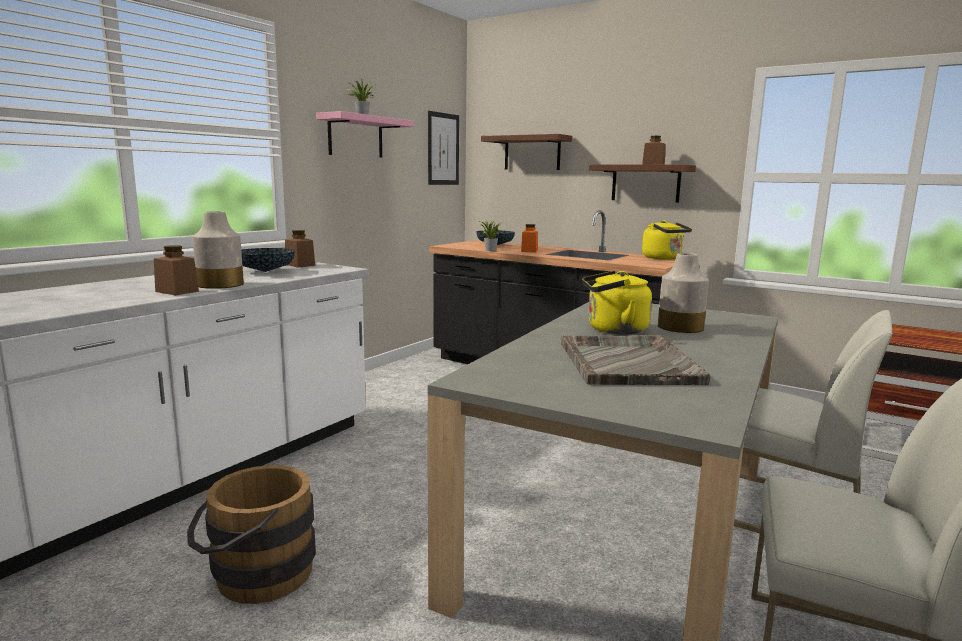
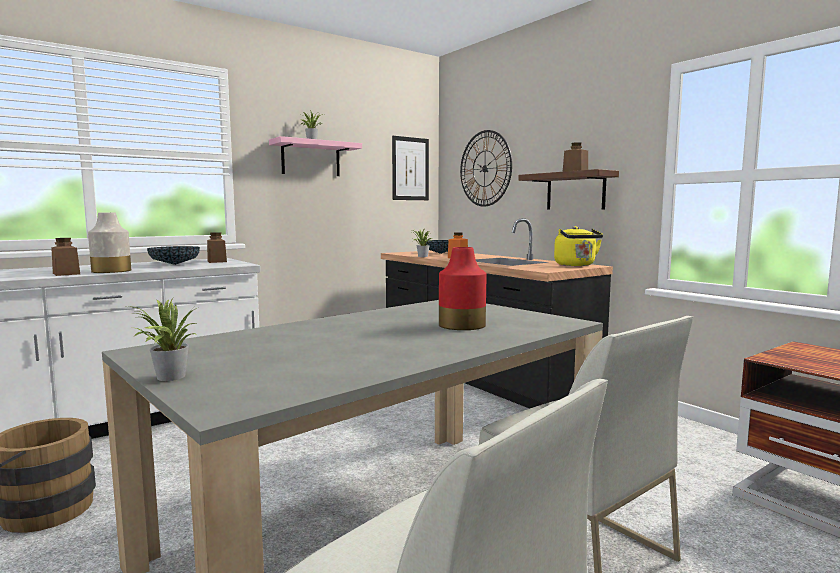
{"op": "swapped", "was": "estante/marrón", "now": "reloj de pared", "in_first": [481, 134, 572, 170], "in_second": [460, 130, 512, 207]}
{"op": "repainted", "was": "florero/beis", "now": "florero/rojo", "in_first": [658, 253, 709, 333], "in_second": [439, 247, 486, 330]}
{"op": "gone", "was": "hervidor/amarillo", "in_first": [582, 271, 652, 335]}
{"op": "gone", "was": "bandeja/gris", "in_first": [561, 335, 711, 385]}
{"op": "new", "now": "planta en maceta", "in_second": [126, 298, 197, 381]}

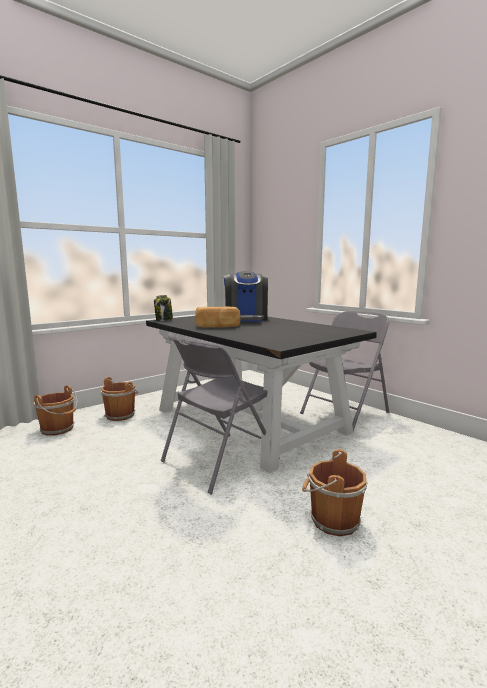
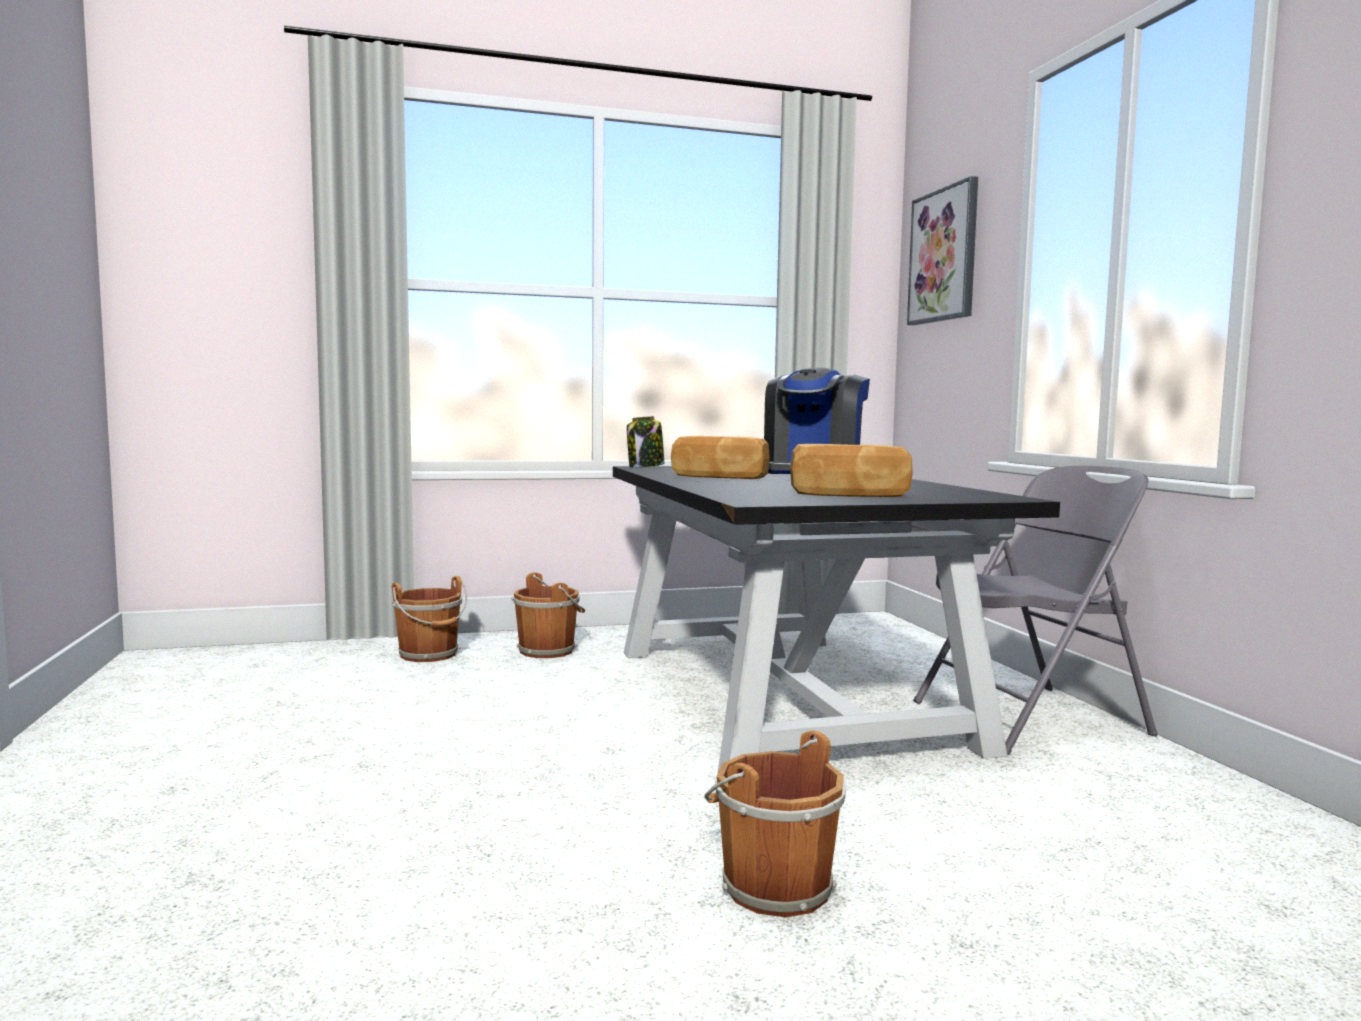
{"op": "gone", "was": "silla/gris", "in_first": [161, 333, 280, 495]}
{"op": "new", "now": "cuadro", "in_second": [907, 176, 978, 325]}
{"op": "new", "now": "pan", "in_second": [790, 444, 913, 497]}

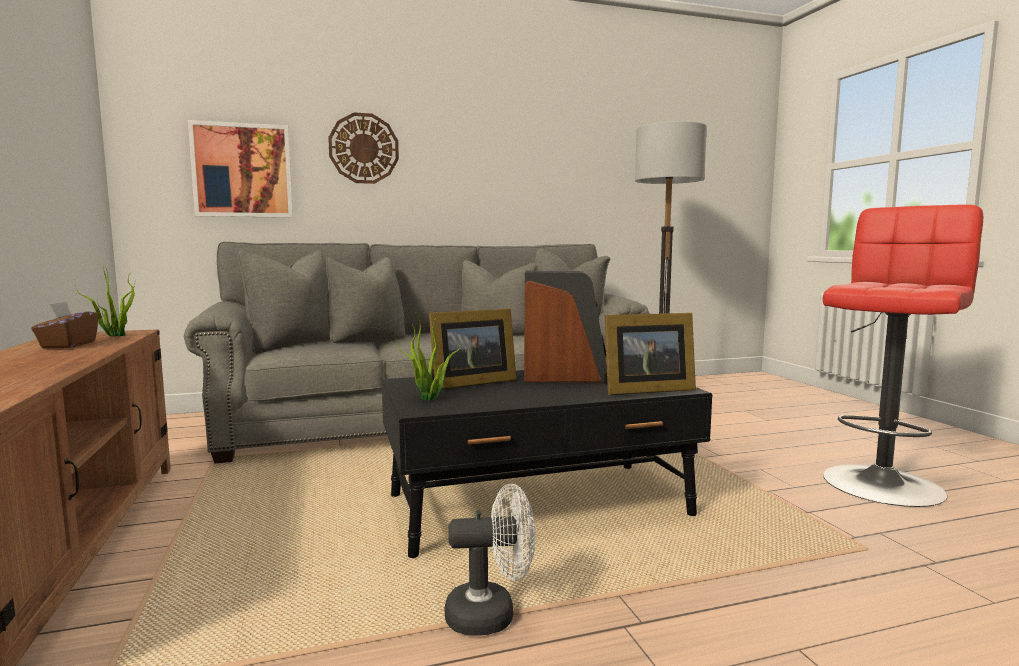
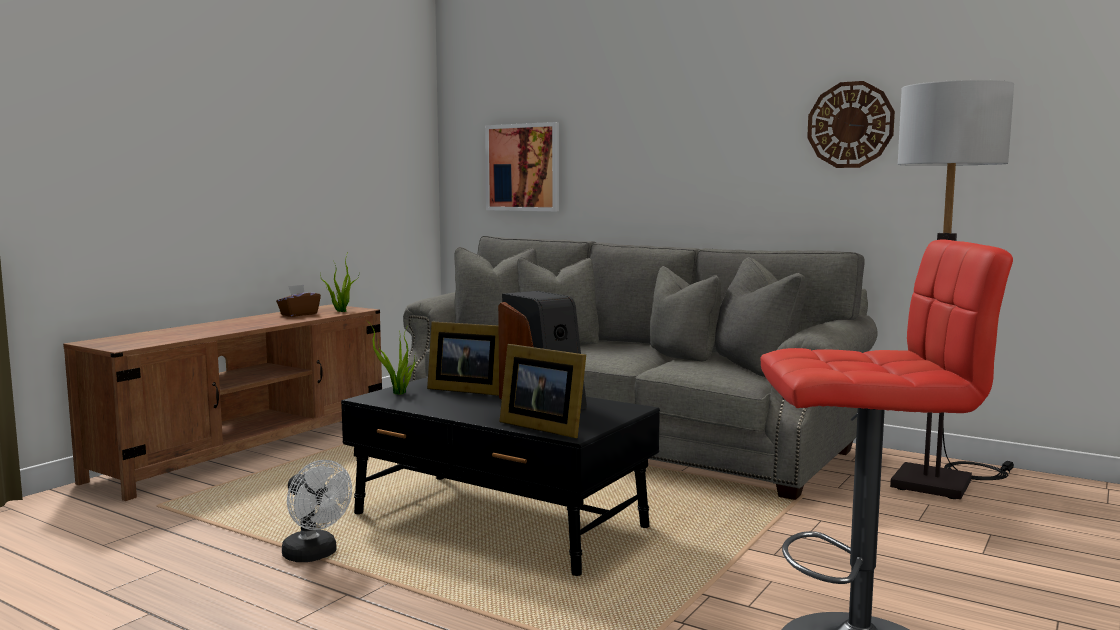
{"op": "shifted", "was": "reloj de pared", "in_first": [328, 112, 399, 184], "in_second": [807, 81, 895, 168]}

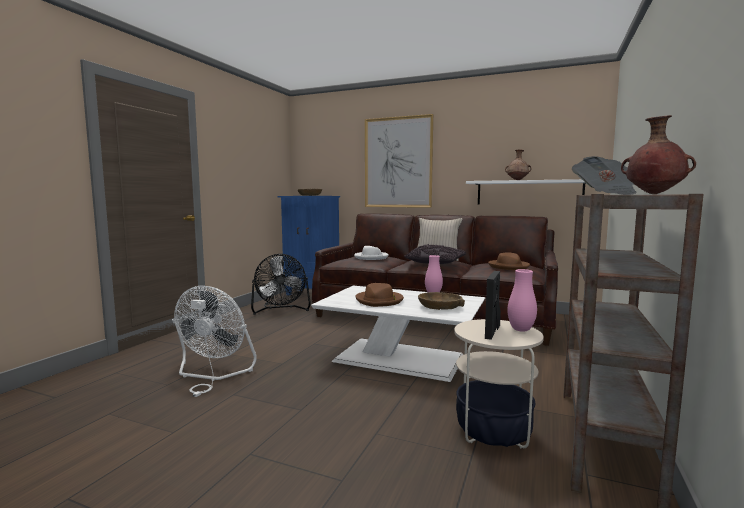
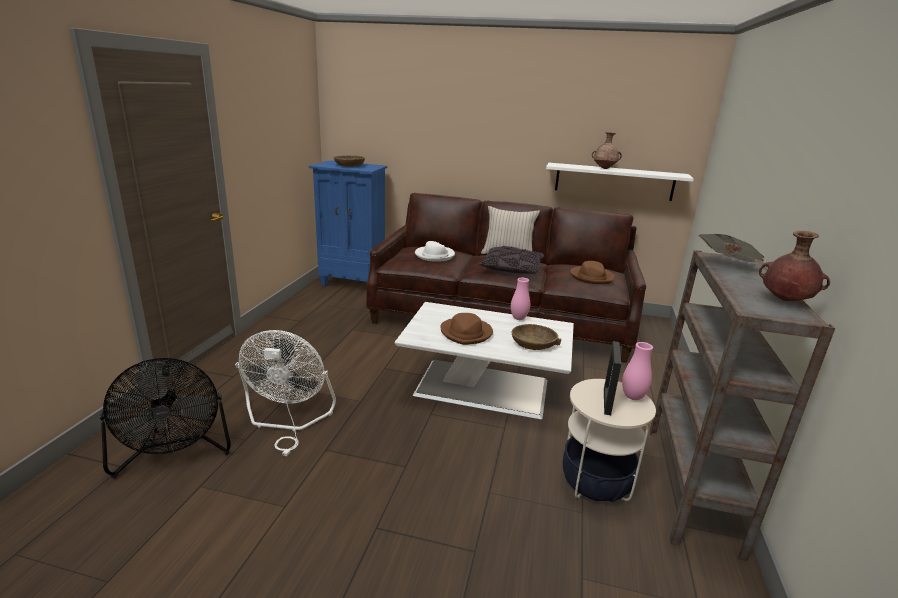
{"op": "gone", "was": "cuadro", "in_first": [365, 114, 433, 208]}
{"op": "shifted", "was": "ventilador/negro", "in_first": [251, 254, 311, 315], "in_second": [100, 358, 231, 479]}

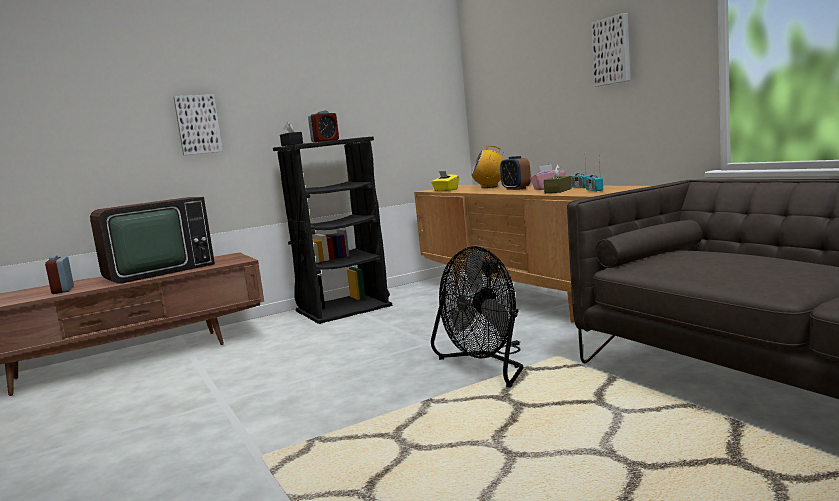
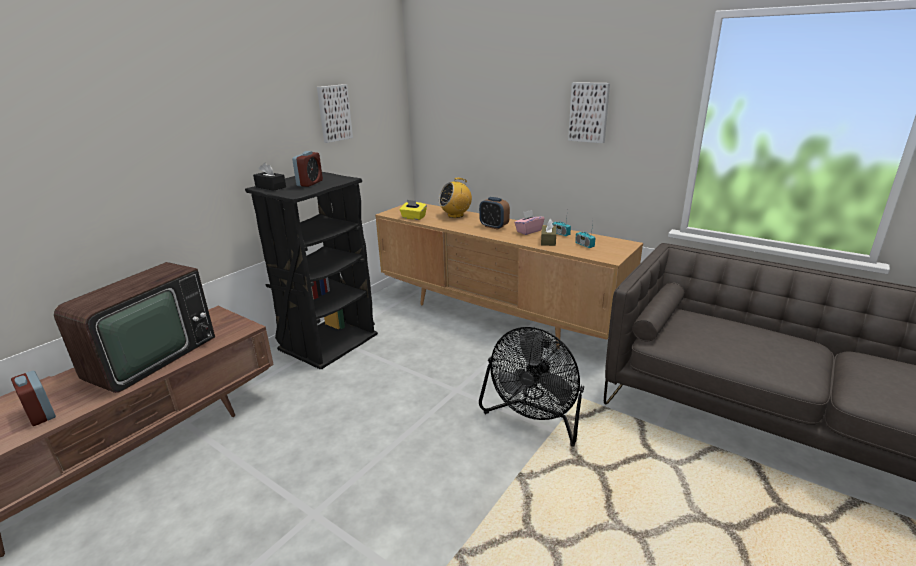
{"op": "shifted", "was": "cuadro", "in_first": [173, 94, 223, 155], "in_second": [317, 84, 353, 143]}

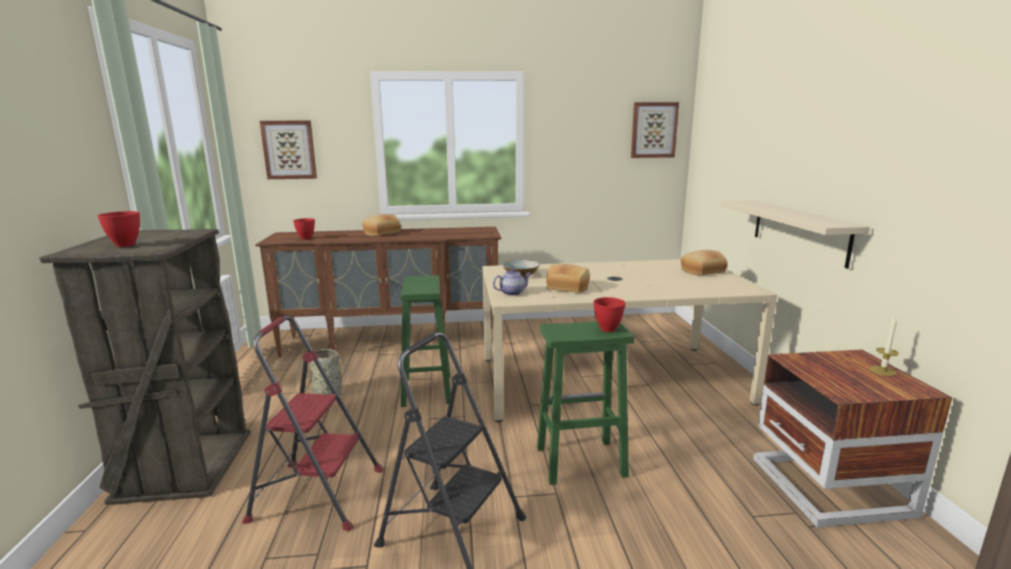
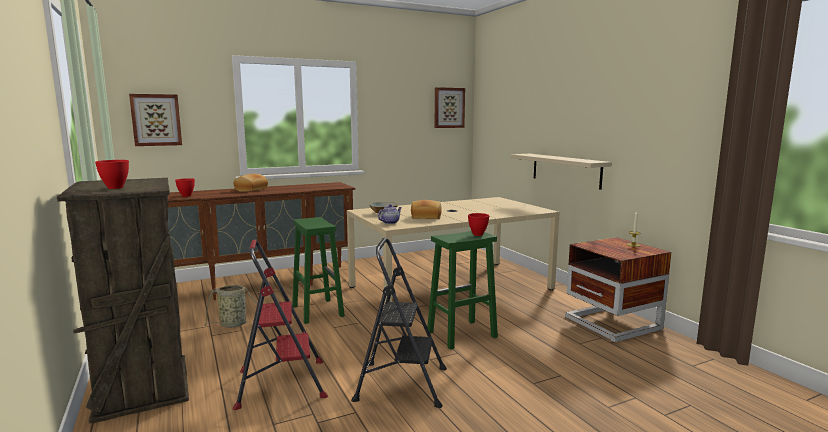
{"op": "gone", "was": "pan", "in_first": [681, 250, 728, 275]}

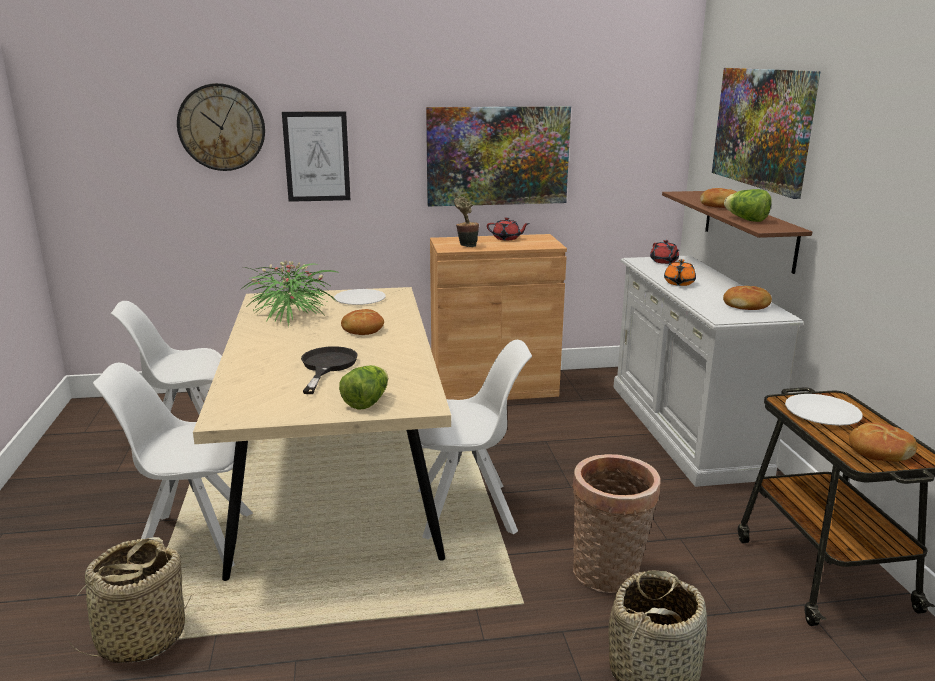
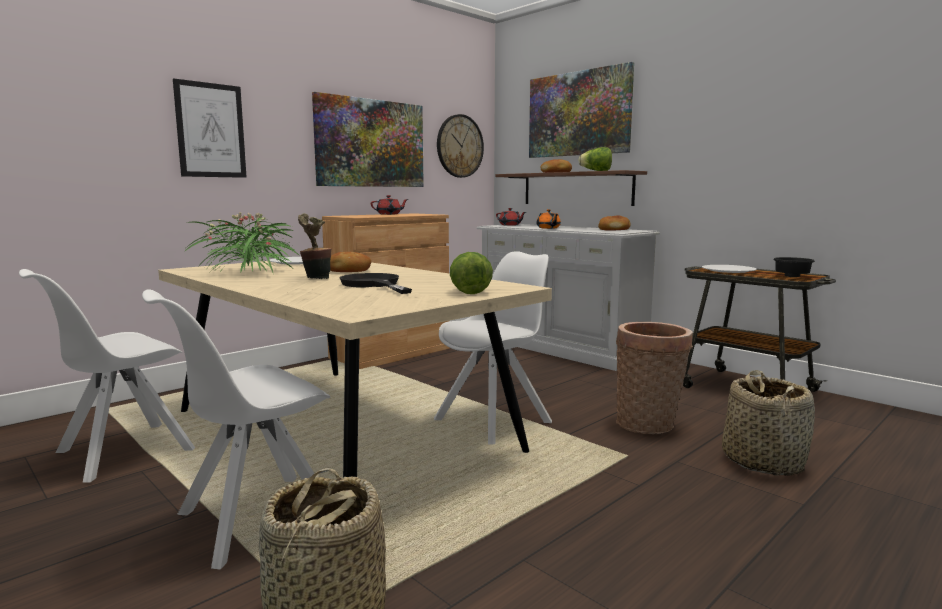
{"op": "shifted", "was": "reloj de pared", "in_first": [177, 83, 265, 171], "in_second": [437, 114, 484, 178]}
{"op": "shifted", "was": "planta en maceta", "in_first": [454, 196, 479, 247], "in_second": [298, 213, 331, 279]}
{"op": "swapped", "was": "pan", "now": "cuenco/negro", "in_first": [849, 422, 917, 462], "in_second": [773, 257, 815, 277]}

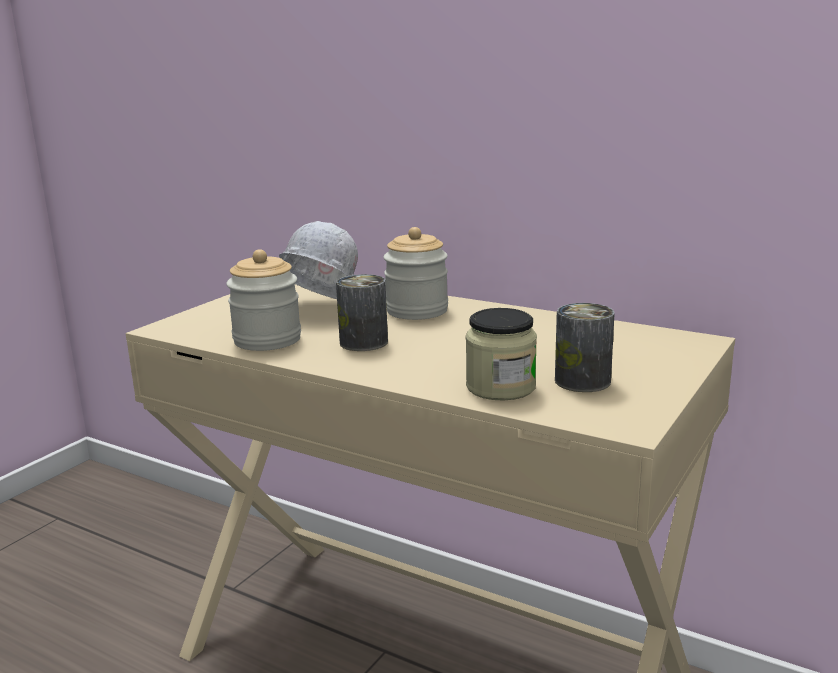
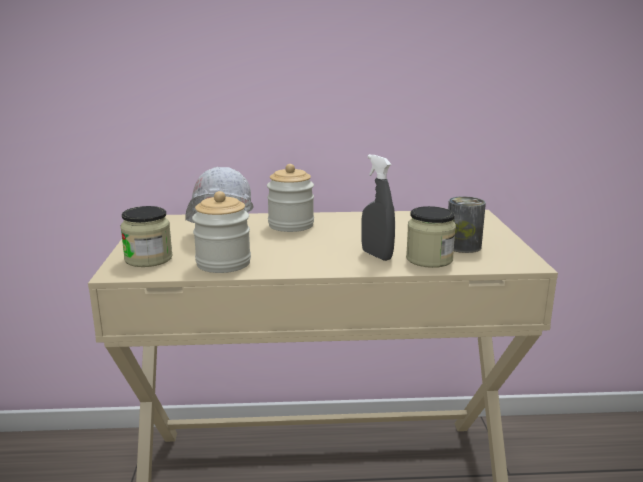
{"op": "gone", "was": "lata", "in_first": [336, 274, 388, 351]}
{"op": "new", "now": "pulverizador/gris", "in_second": [361, 154, 395, 261]}
{"op": "new", "now": "tarro", "in_second": [120, 206, 173, 267]}

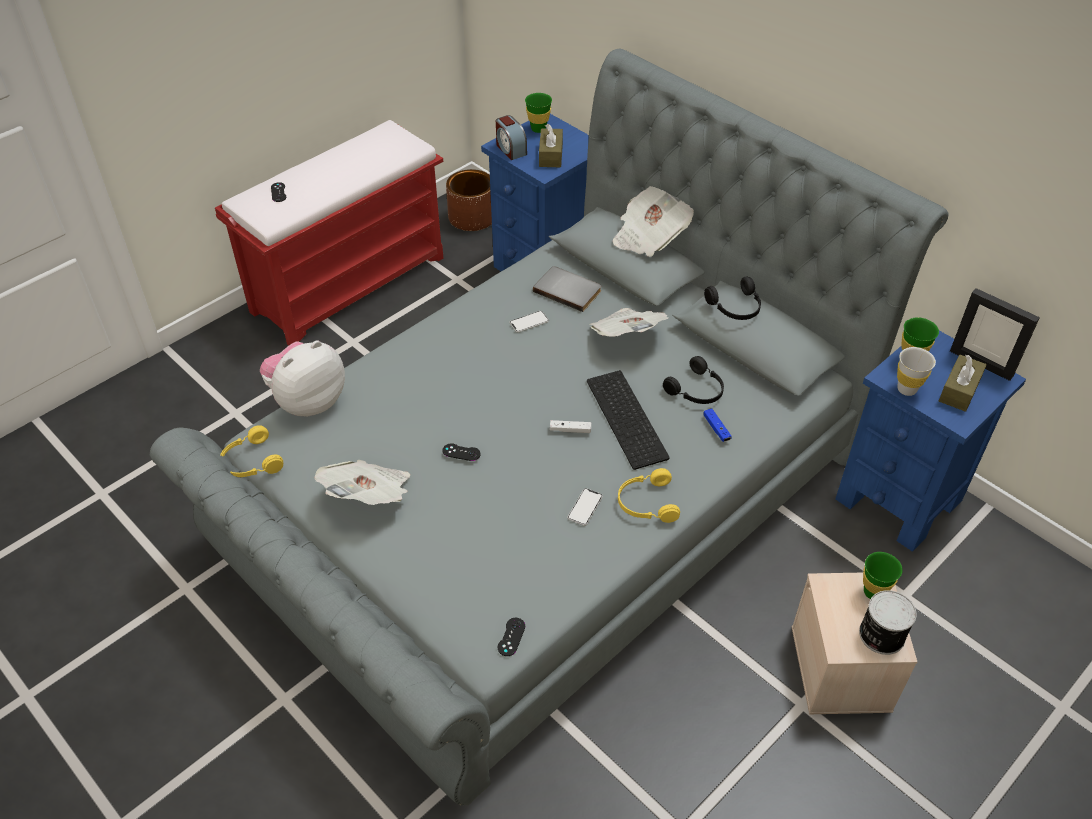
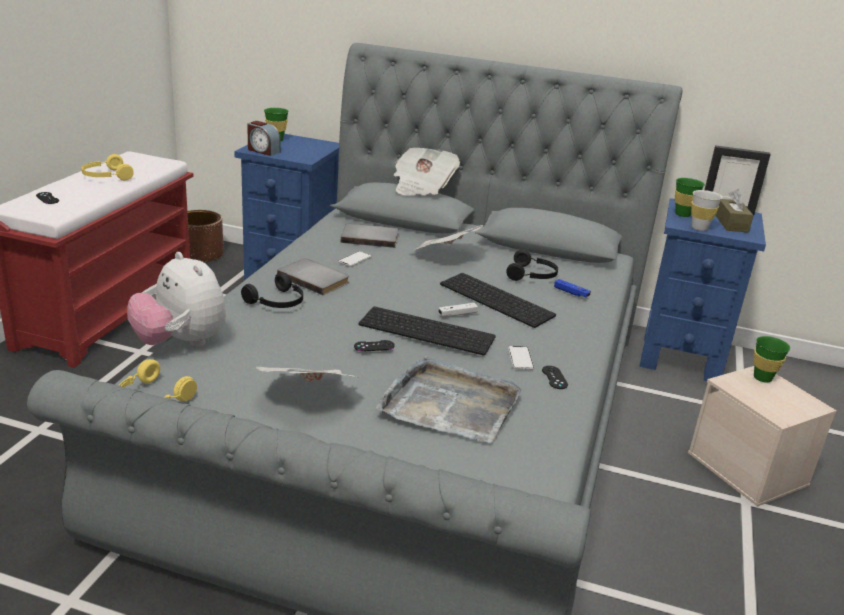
{"op": "gone", "was": "caja de pañuelos/marrón", "in_first": [539, 124, 563, 167]}
{"op": "shifted", "was": "auriculares/negro", "in_first": [704, 277, 761, 320], "in_second": [241, 273, 303, 308]}
{"op": "rotated", "was": "peluche", "in_first": [260, 340, 345, 417], "in_second": [127, 252, 226, 347], "clockwise": -60}
{"op": "shifted", "was": "auriculares/amarillo", "in_first": [618, 468, 680, 523], "in_second": [81, 154, 134, 181]}
{"op": "gone", "was": "lata", "in_first": [859, 590, 917, 655]}
{"op": "shifted", "was": "mando de consola/negro", "in_first": [498, 618, 525, 656], "in_second": [542, 366, 568, 389]}
{"op": "new", "now": "libro/gris", "in_second": [277, 259, 349, 295]}
{"op": "new", "now": "teclado", "in_second": [359, 306, 496, 356]}
{"op": "new", "now": "bandeja/gris", "in_second": [376, 356, 521, 443]}

